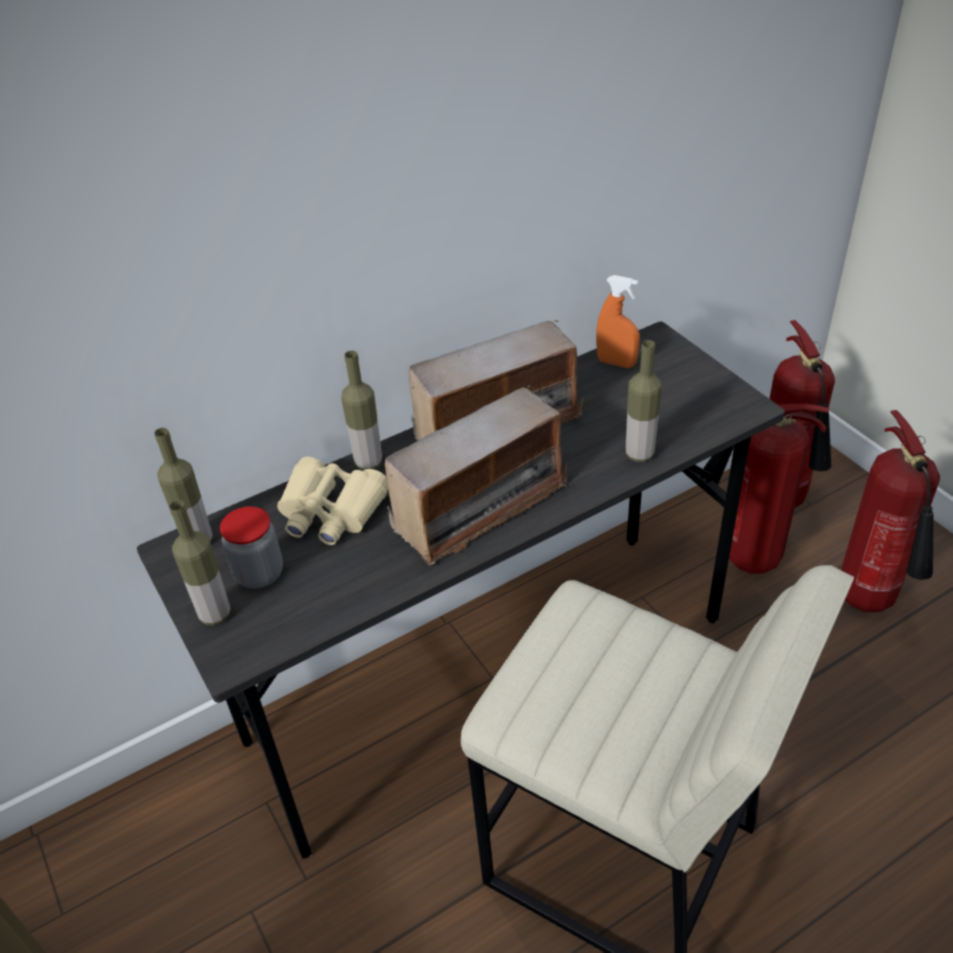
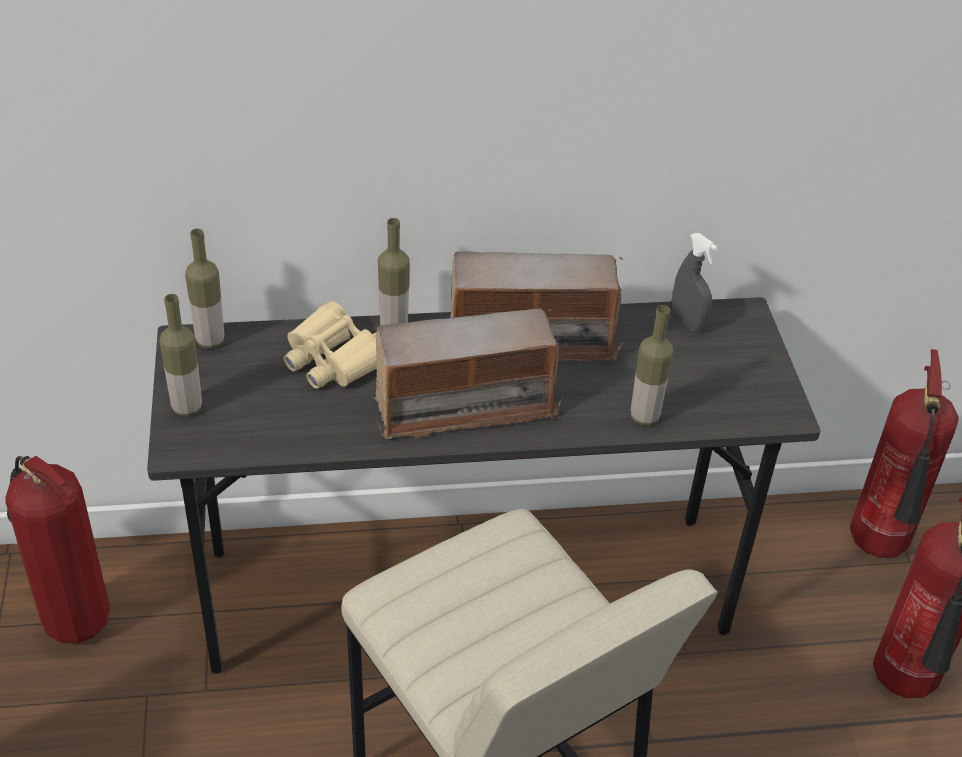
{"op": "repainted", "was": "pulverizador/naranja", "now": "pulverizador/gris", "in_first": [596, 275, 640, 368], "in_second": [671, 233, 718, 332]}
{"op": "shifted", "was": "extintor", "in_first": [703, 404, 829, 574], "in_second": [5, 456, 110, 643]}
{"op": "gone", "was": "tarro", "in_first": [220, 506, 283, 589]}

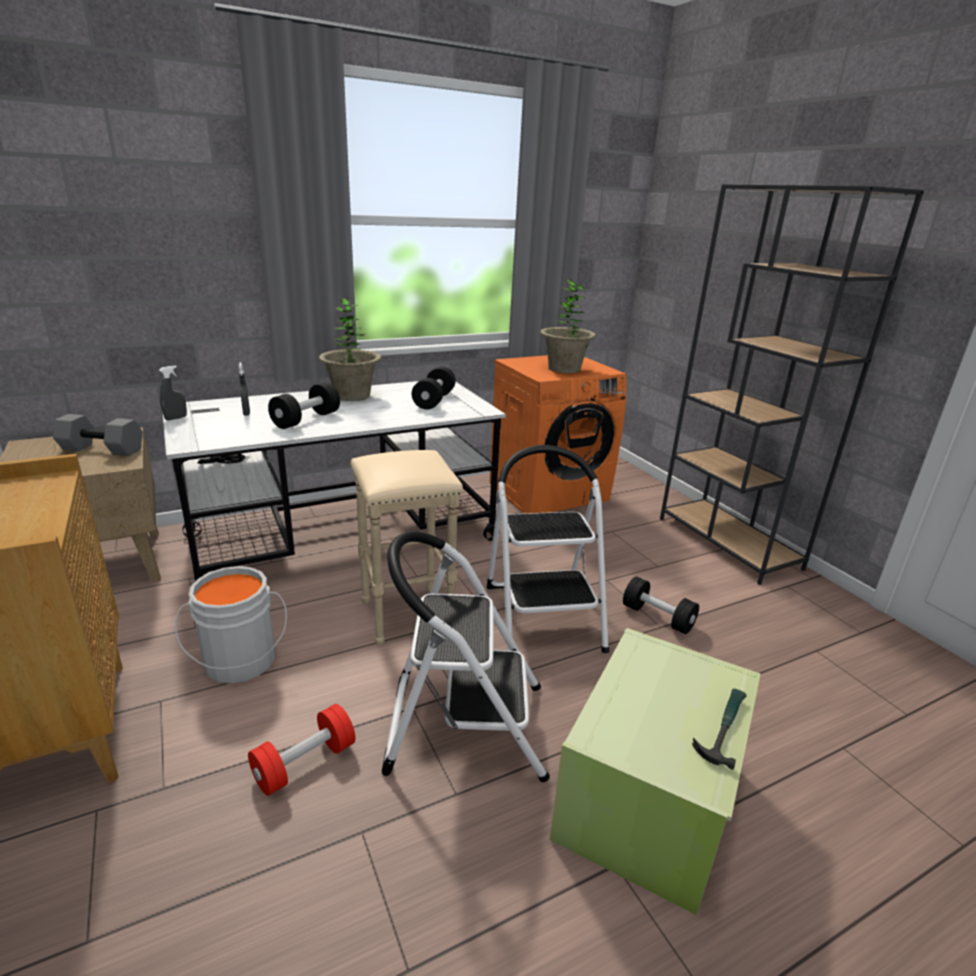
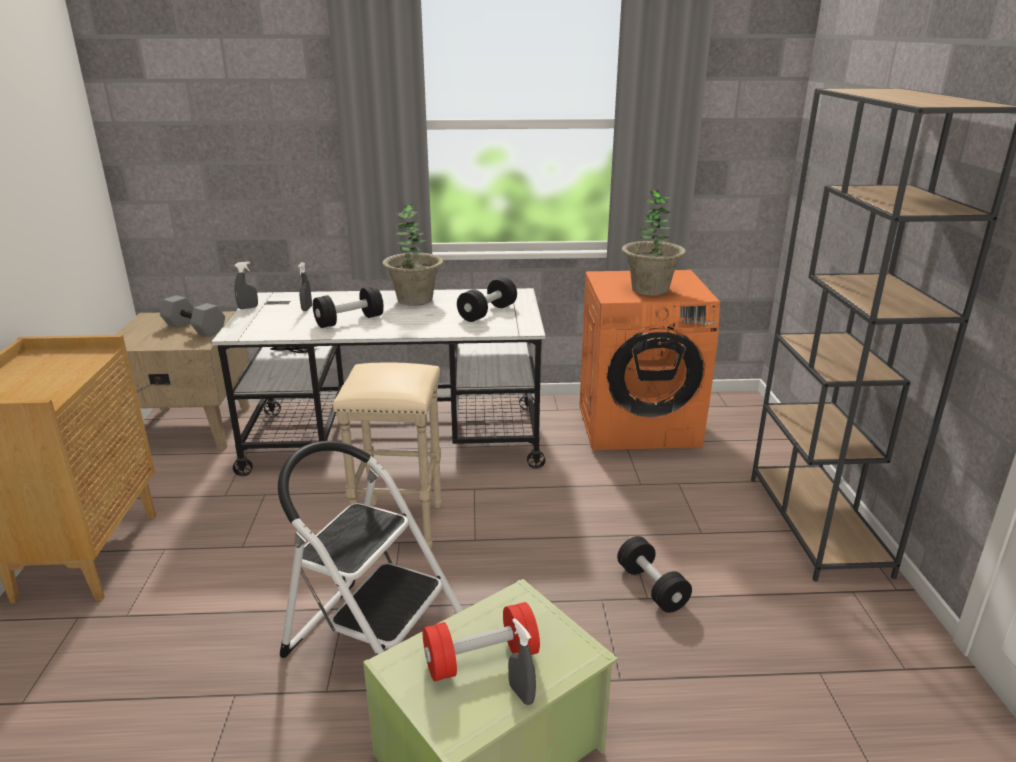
{"op": "gone", "was": "escalera de tijera", "in_first": [487, 445, 609, 653]}
{"op": "gone", "was": "cubo/gris", "in_first": [175, 566, 287, 684]}
{"op": "swapped", "was": "martillo", "now": "pulverizador/gris", "in_first": [692, 689, 746, 770], "in_second": [508, 618, 536, 705]}
{"op": "shifted", "was": "mancuerna/rojo", "in_first": [248, 704, 355, 796], "in_second": [423, 602, 540, 682]}

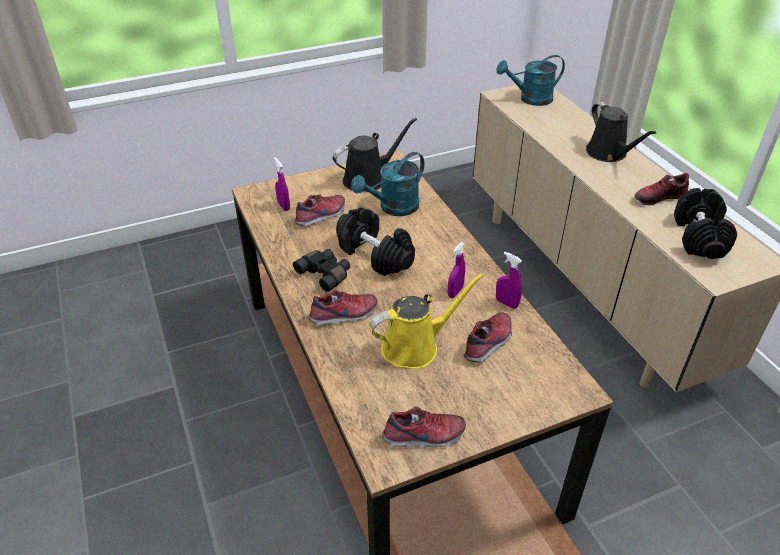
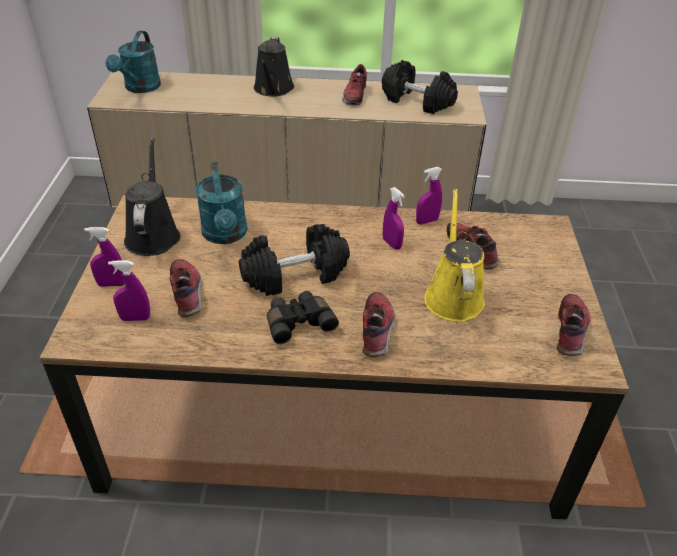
{"op": "rotated", "was": "regadera/negro", "in_first": [586, 102, 657, 162], "in_second": [254, 37, 294, 97], "clockwise": 90}
{"op": "new", "now": "pulverizador/morado", "in_second": [84, 227, 125, 287]}

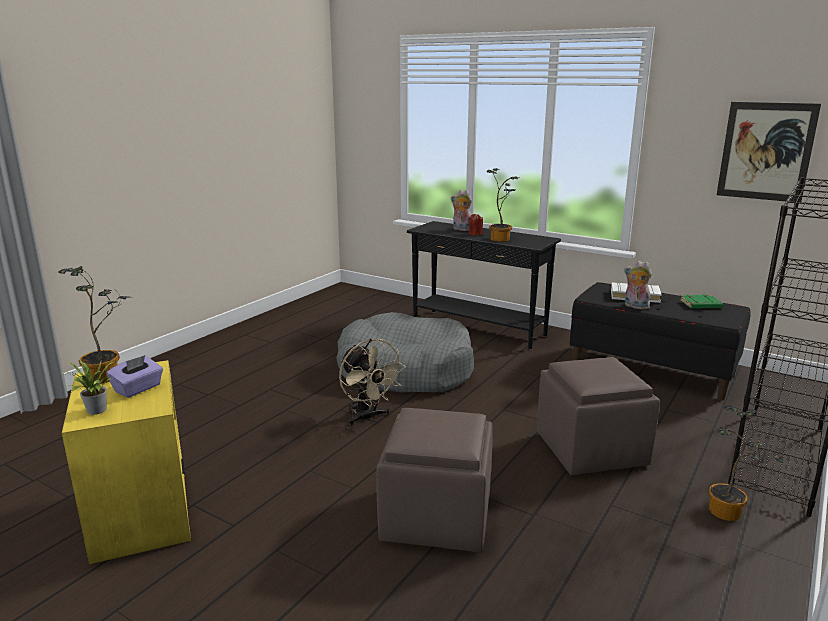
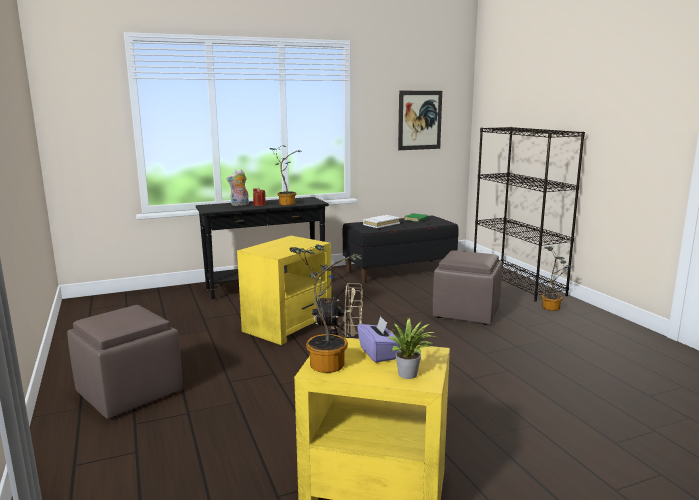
{"op": "gone", "was": "peluche", "in_first": [624, 261, 652, 310]}
{"op": "swapped", "was": "cama para perro/gris", "now": "mesa auxiliar/amarillo", "in_first": [336, 312, 474, 392], "in_second": [237, 236, 332, 345]}
{"op": "shifted", "was": "puf/marrón", "in_first": [376, 408, 493, 553], "in_second": [67, 305, 183, 419]}

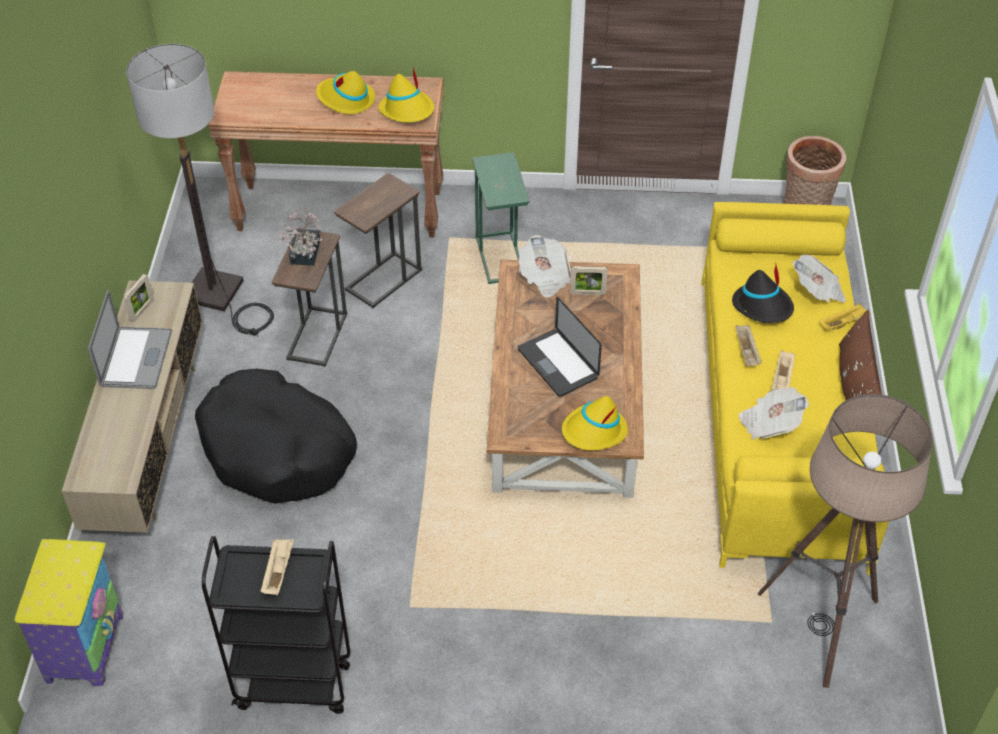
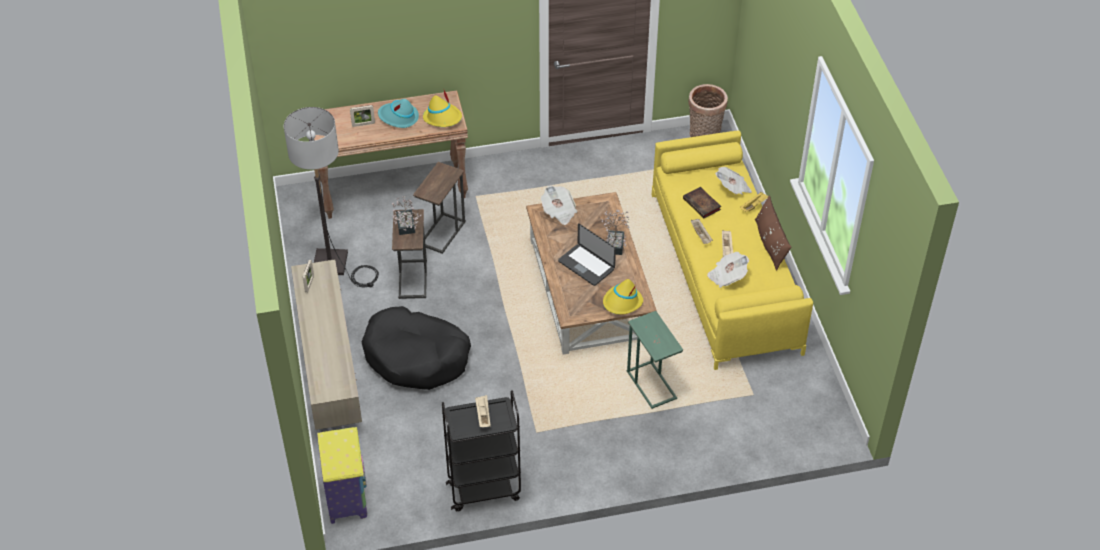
{"op": "repainted", "was": "sombrero/amarillo", "now": "sombrero/turquesa", "in_first": [316, 71, 375, 114], "in_second": [378, 99, 419, 128]}
{"op": "shifted", "was": "mesa auxiliar/verde", "in_first": [472, 152, 529, 284], "in_second": [627, 311, 683, 409]}
{"op": "swapped", "was": "sombrero/negro", "now": "libro", "in_first": [732, 265, 794, 323], "in_second": [683, 187, 721, 218]}
{"op": "shifted", "was": "portarretratos", "in_first": [570, 266, 607, 295], "in_second": [350, 105, 375, 127]}
{"op": "gone", "was": "portátil", "in_first": [88, 290, 172, 389]}
{"op": "gone", "was": "lámpara de pie", "in_first": [757, 394, 933, 688]}
{"op": "new", "now": "planta en maceta", "in_second": [601, 210, 630, 255]}

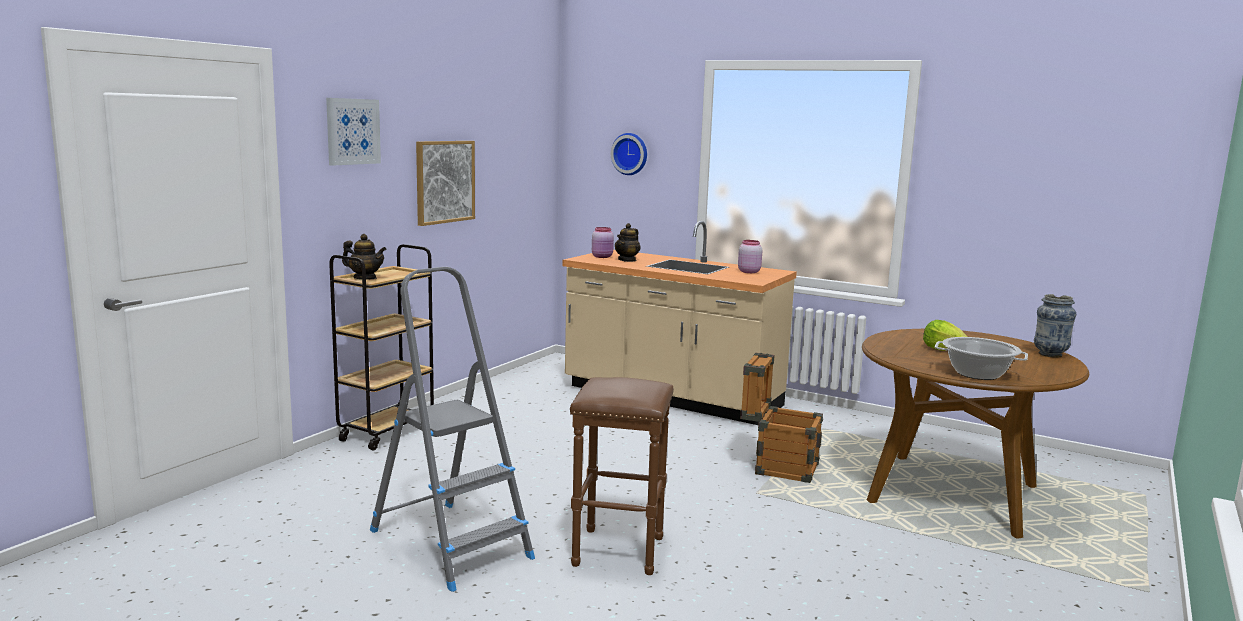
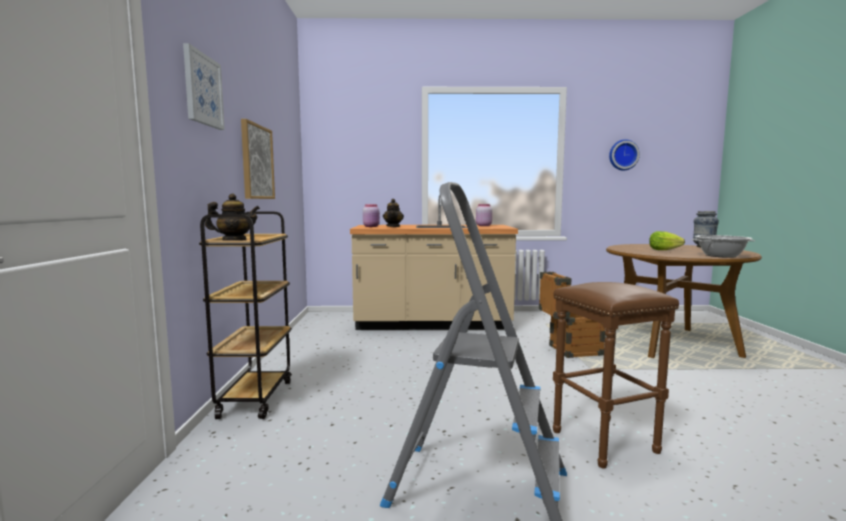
{"op": "shifted", "was": "reloj de pared", "in_first": [611, 133, 647, 175], "in_second": [609, 139, 640, 171]}

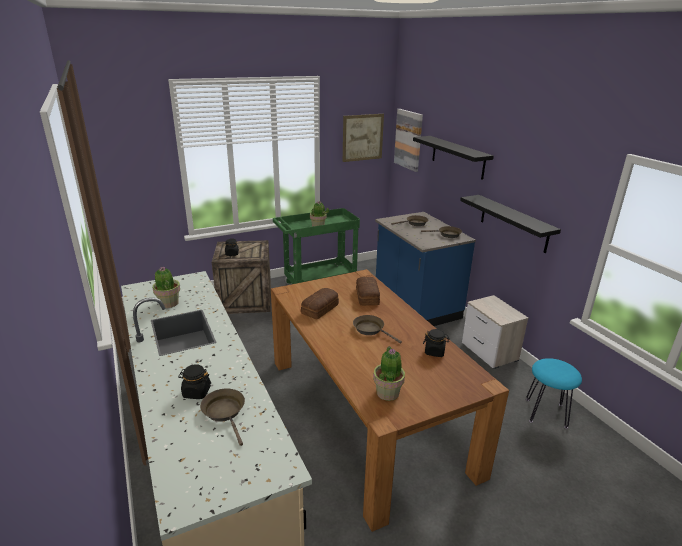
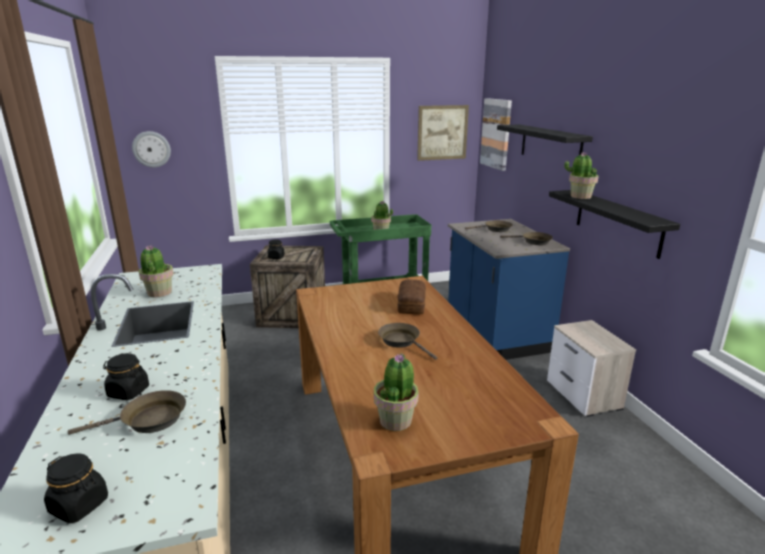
{"op": "gone", "was": "pan", "in_first": [301, 288, 339, 319]}
{"op": "shifted", "was": "tarro/negro", "in_first": [423, 329, 450, 357], "in_second": [44, 454, 108, 524]}
{"op": "gone", "was": "taburete/turquesa", "in_first": [526, 358, 582, 429]}
{"op": "rotated", "was": "sartén/marrón", "in_first": [200, 388, 245, 446], "in_second": [68, 390, 186, 435], "clockwise": 90}
{"op": "new", "now": "reloj de pared", "in_second": [132, 131, 171, 167]}
{"op": "new", "now": "planta en maceta", "in_second": [564, 152, 598, 199]}

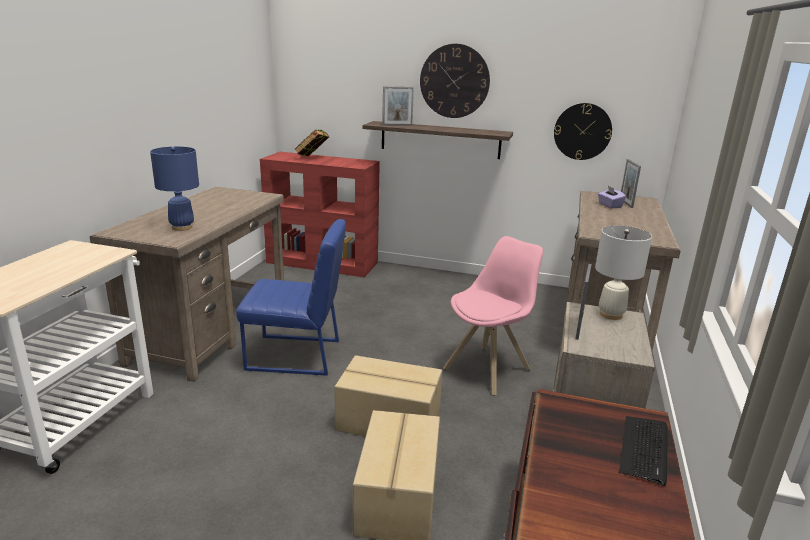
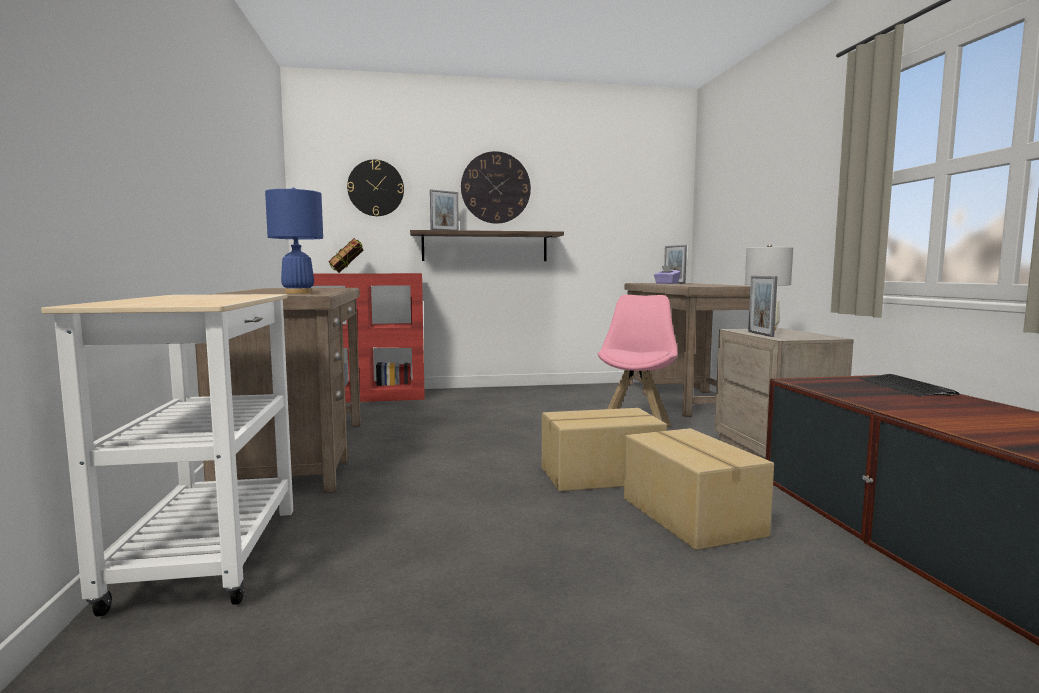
{"op": "shifted", "was": "reloj de pared", "in_first": [554, 103, 612, 160], "in_second": [347, 160, 404, 216]}
{"op": "gone", "was": "silla/azul", "in_first": [236, 219, 346, 376]}

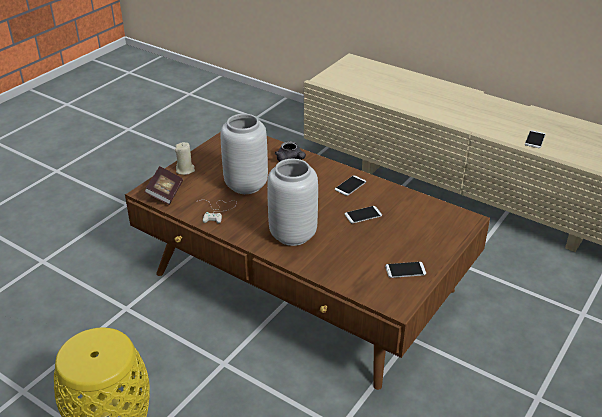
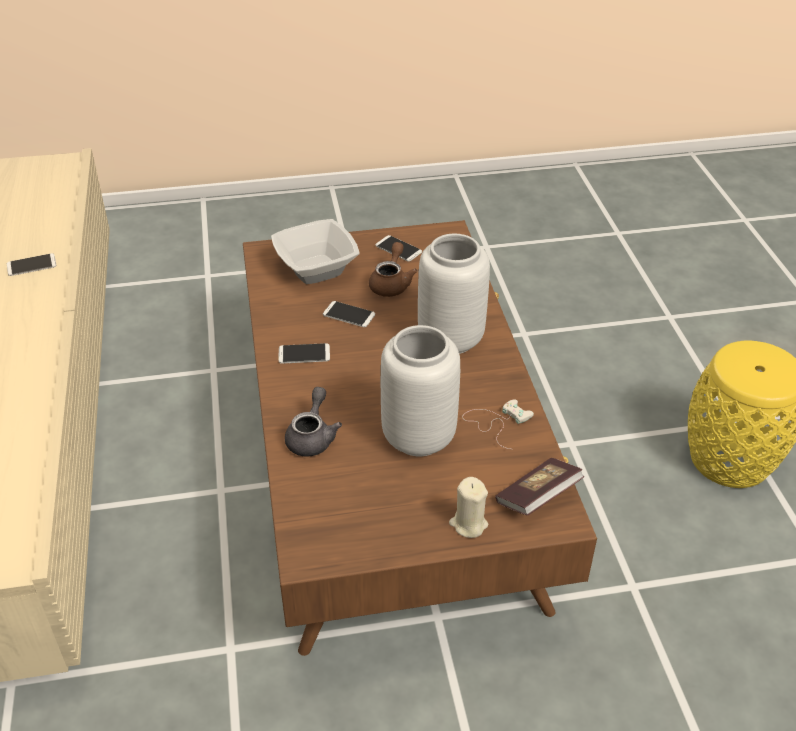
{"op": "new", "now": "cuenco", "in_second": [271, 219, 360, 284]}
{"op": "new", "now": "tetera/marrón", "in_second": [369, 242, 418, 297]}

